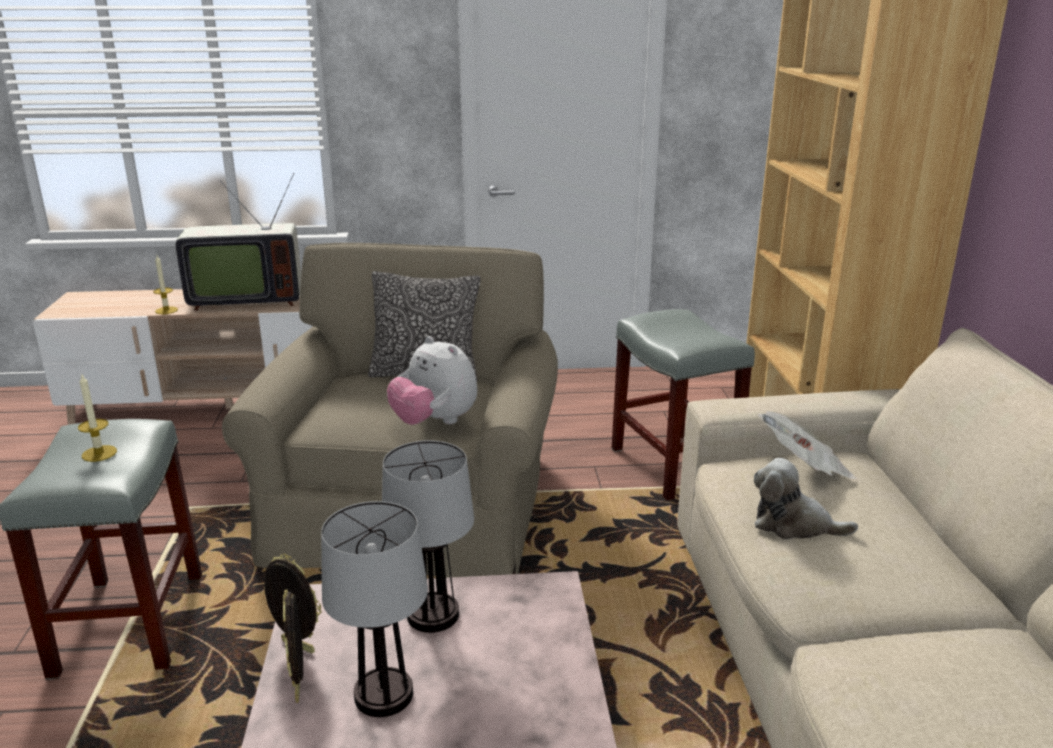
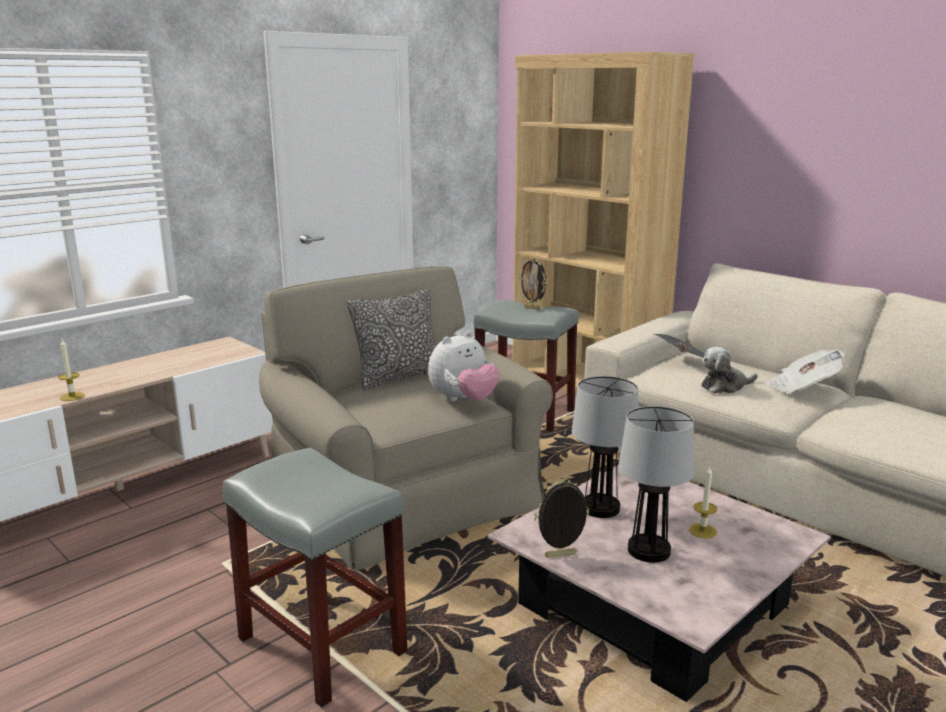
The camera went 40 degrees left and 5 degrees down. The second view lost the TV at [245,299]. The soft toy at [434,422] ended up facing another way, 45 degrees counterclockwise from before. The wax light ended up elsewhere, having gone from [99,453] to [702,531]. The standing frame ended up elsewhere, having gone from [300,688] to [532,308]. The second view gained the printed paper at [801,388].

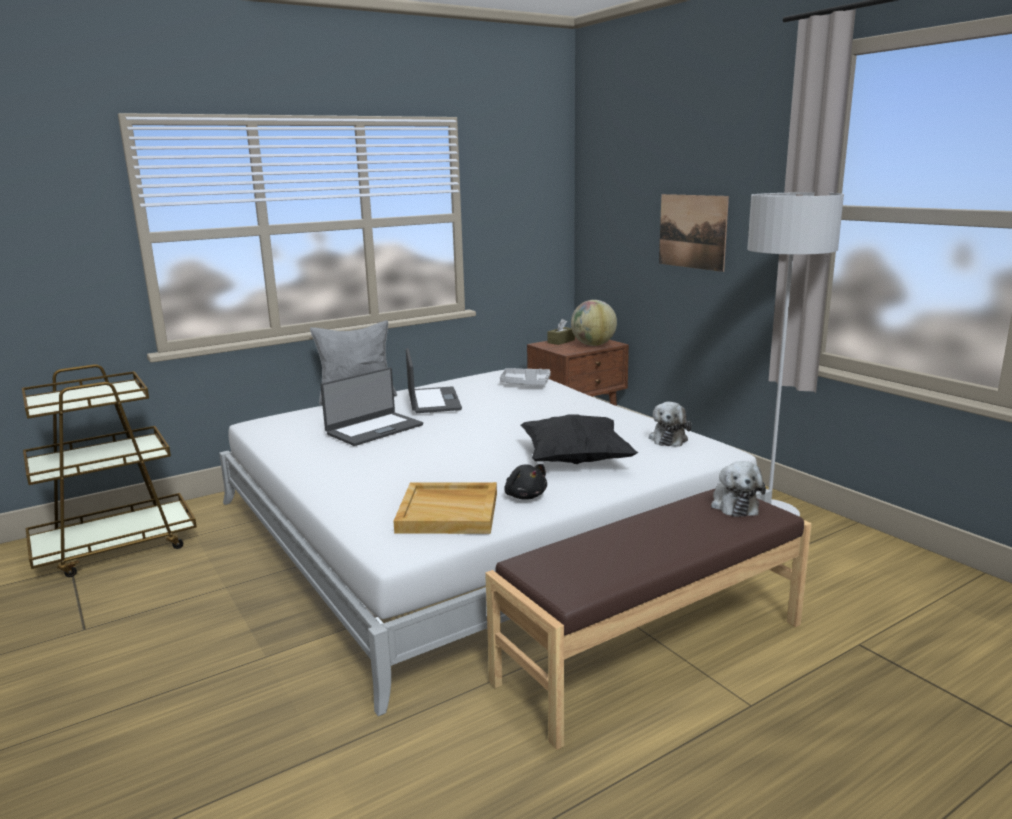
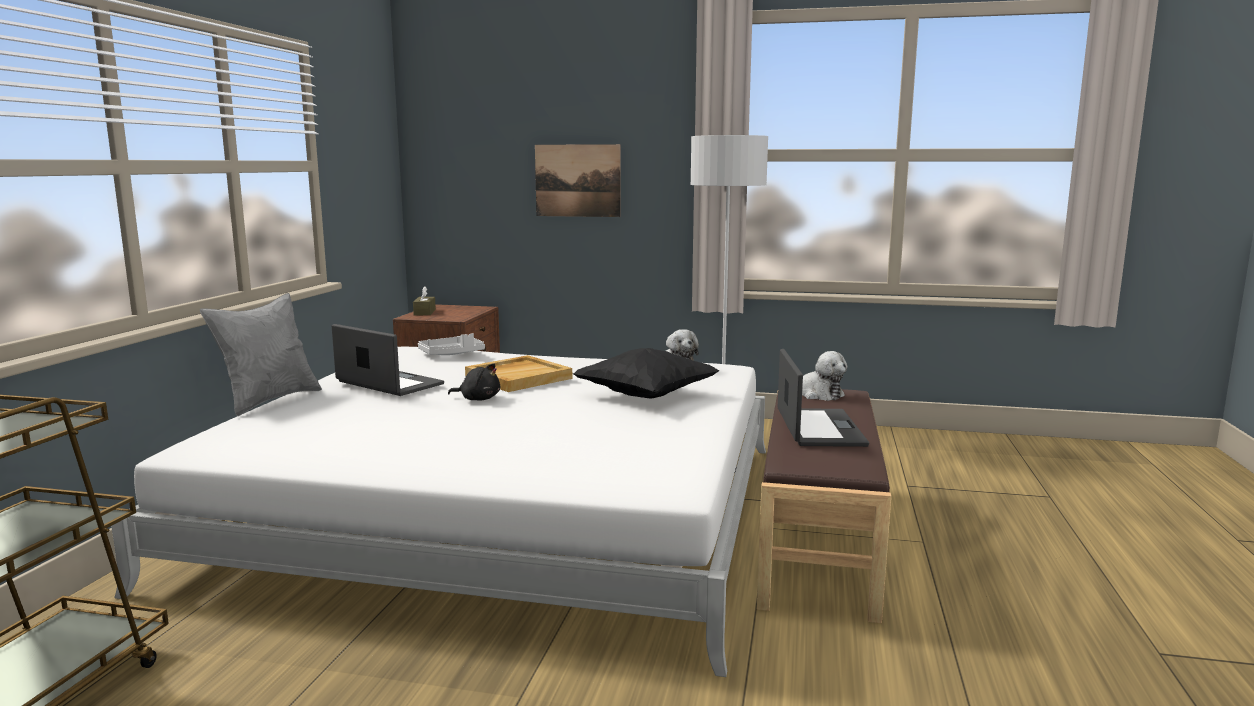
The camera went 45 degrees left and 5 degrees down. The second view lost the world globe at [593,345]. The portable computer ended up elsewhere, having gone from [374,429] to [818,428]. The black-coloured soft toy ended up elsewhere, having gone from [525,496] to [478,399]. The beige-coloured tray ended up elsewhere, having gone from [449,512] to [518,377].

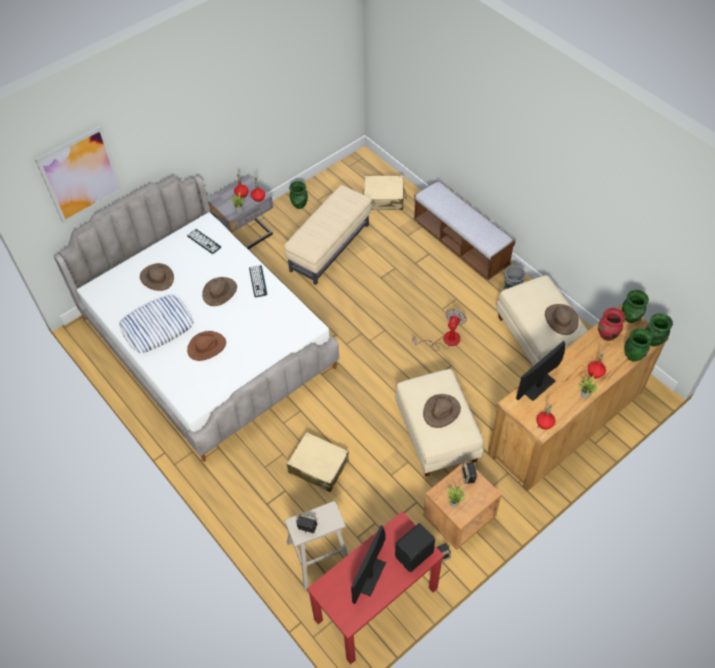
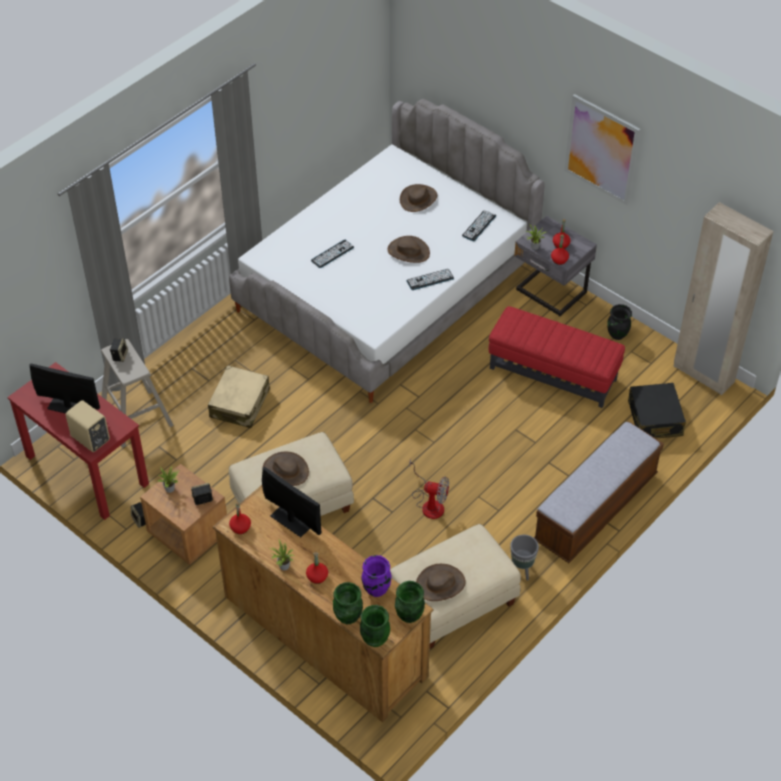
The camera went 80 degrees right and 5 degrees down. The wall picture ended up elsewhere, having gone from [80,175] to [602,149]. What was the beige-coloured suitcase at [384,198] turned into the black-coloured suitcase at [654,419]. What was the green-coloured flower vase at [299,205] turned into the black-coloured flower vase at [617,335]. What was the beige-coloured pouffe at [329,247] turned into the red pouffe at [553,373]. The second view lost the pillow at [157,327]. What was the red flower vase at [607,335] turned into the purple flower vase at [376,590]. Where the brown hat stood at [206,347], the PC keyboard came to stand at [332,254]. What was the black-coloured loudspeaker at [415,555] turned into the beige-coloured loudspeaker at [90,439]. The second view gained the beige-coloured wardrobe at [703,374].

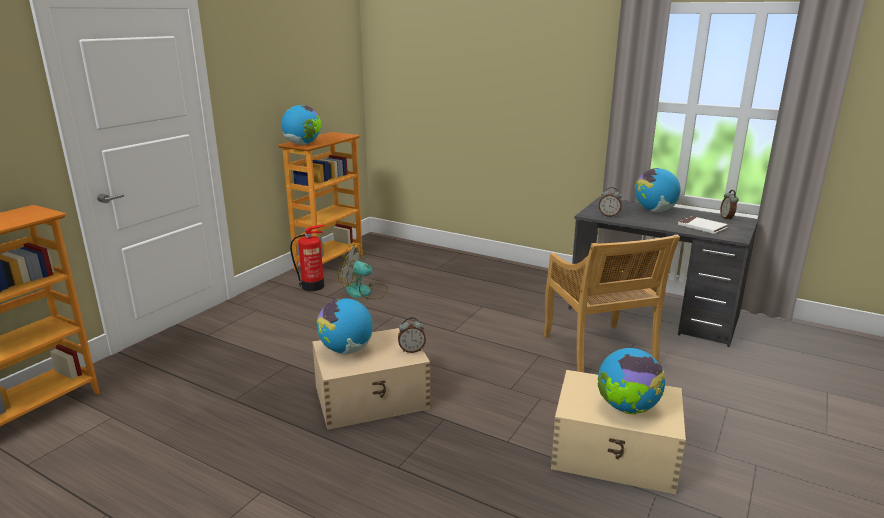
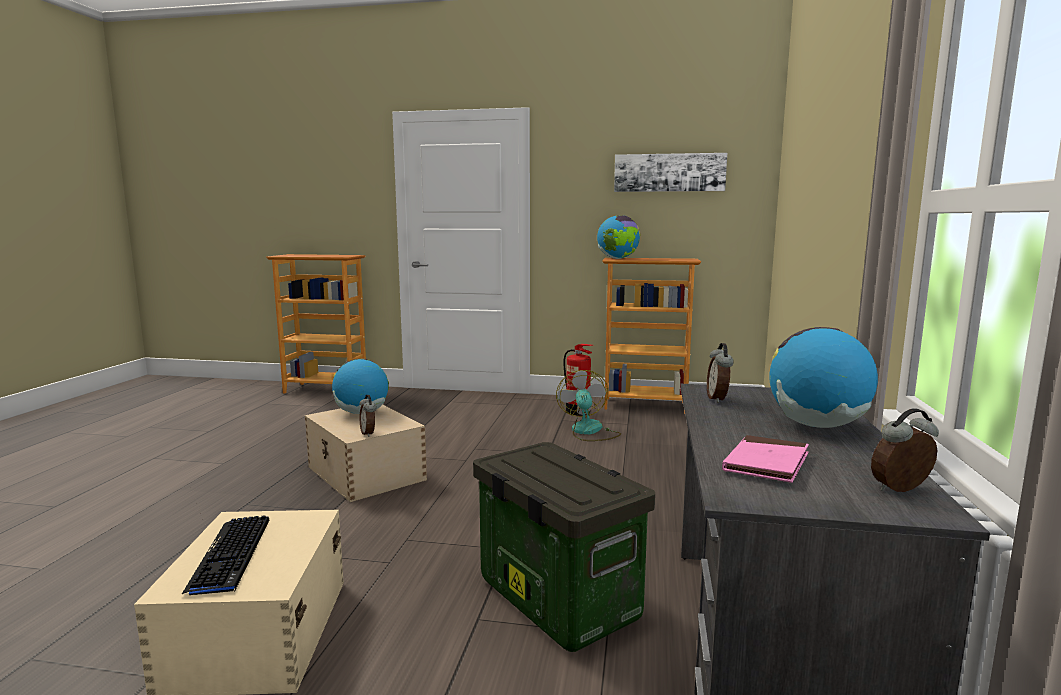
The camera went 70 degrees right and 10 degrees down. What was the white-coloured bound book at [702,227] turned into the pink-coloured bound book at [766,463]. Where the beige-coloured chair stood at [599,350], the storage box came to stand at [554,599]. Where the world globe stood at [627,408], the PC keyboard came to stand at [230,555]. The second view gained the wall picture at [669,172].

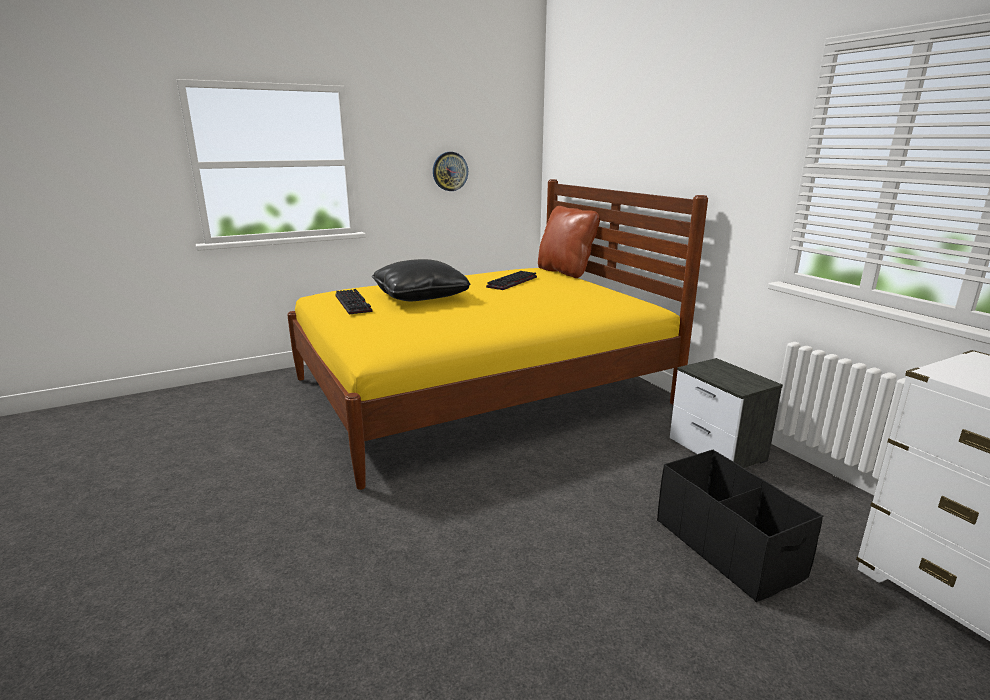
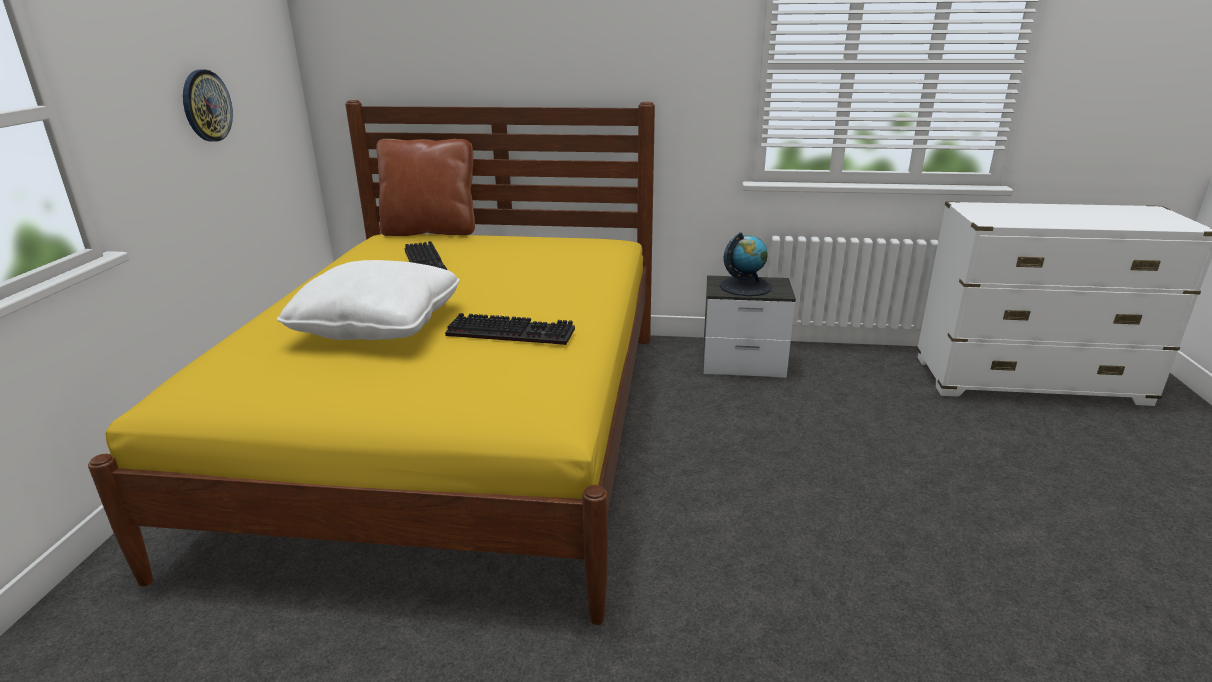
The camera went 55 degrees left and 5 degrees up. What was the black-coloured pillow at [420,297] turned into the white-coloured pillow at [378,325]. The PC keyboard ended up elsewhere, having gone from [354,304] to [513,332]. The second view lost the black-coloured storage box at [728,547]. The second view gained the world globe at [745,286].

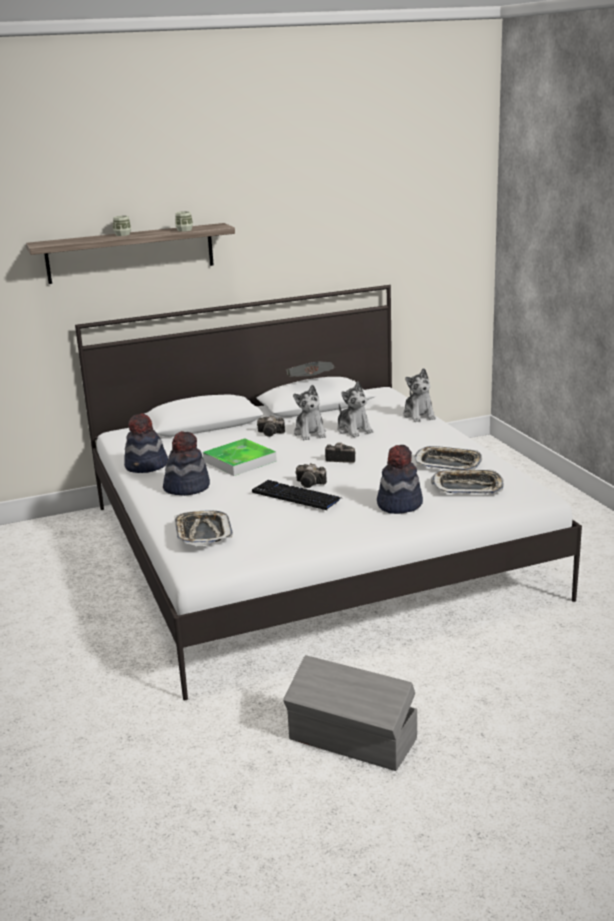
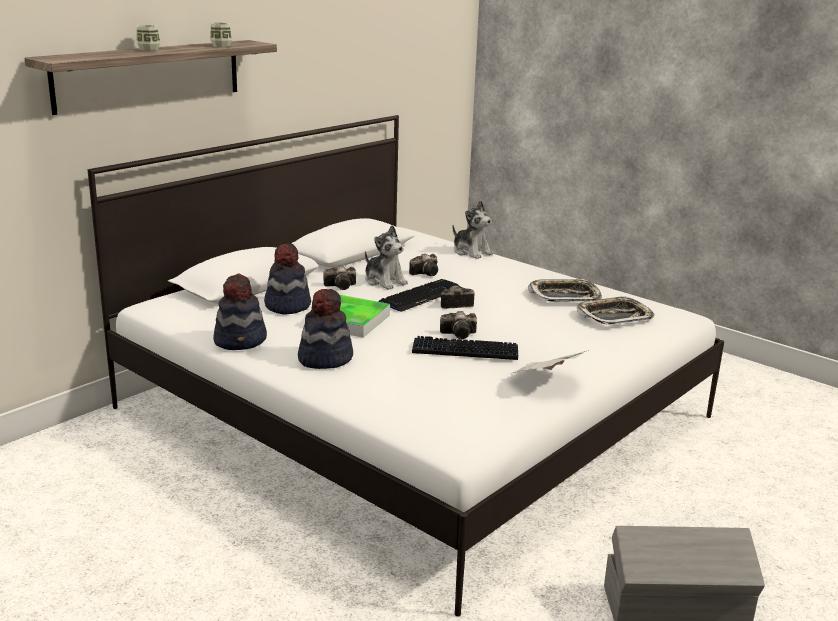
The camera went 30 degrees left and 0 degrees up. The printed paper ended up elsewhere, having gone from [310,383] to [545,382]. Where the soft toy stood at [354,430], the photo camera came to stand at [426,273]. The hat ended up elsewhere, having gone from [399,504] to [287,305]. The second view lost the tray at [202,533]. The second view gained the PC keyboard at [421,296].

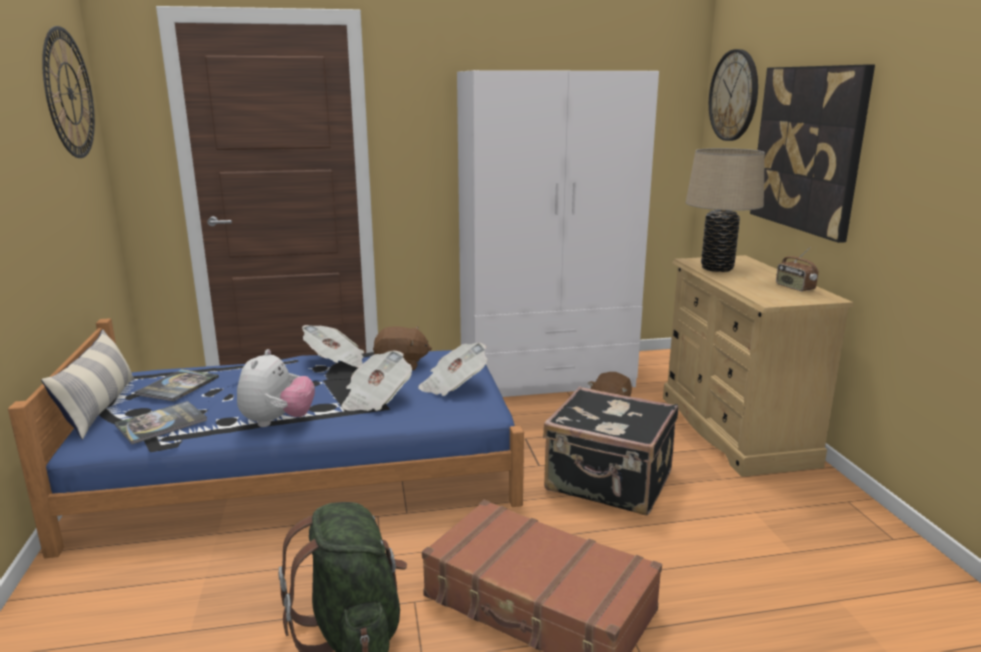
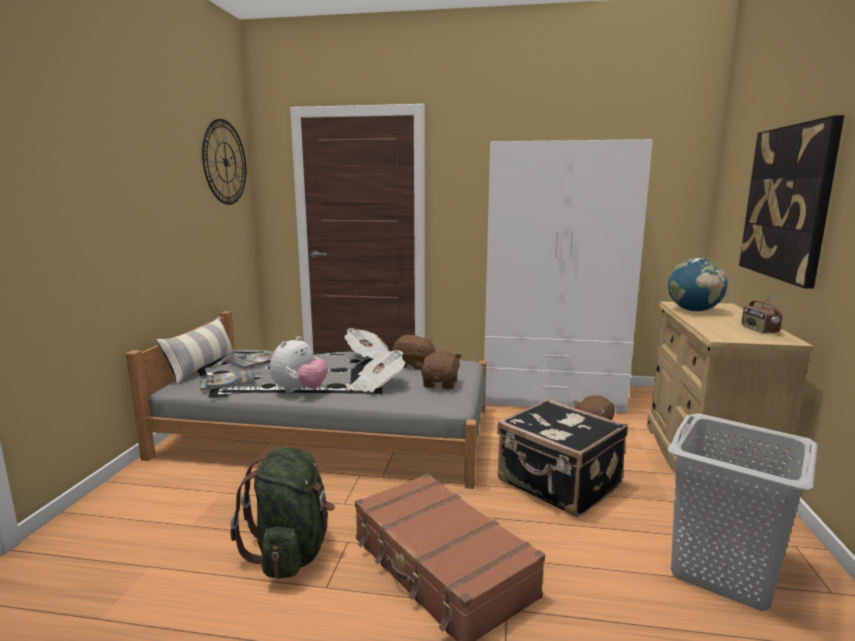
The camera went 20 degrees right and 5 degrees down. The second view lost the hanging clock at [734,95]. Where the beige-coloured table lamp stood at [717,268], the world globe came to stand at [693,310]. What was the blue bed at [303,467] turned into the greyish bed at [330,432]. Where the printed paper stood at [453,386], the brown soft toy came to stand at [441,384]. The second view gained the greyish laundry basket at [724,572].

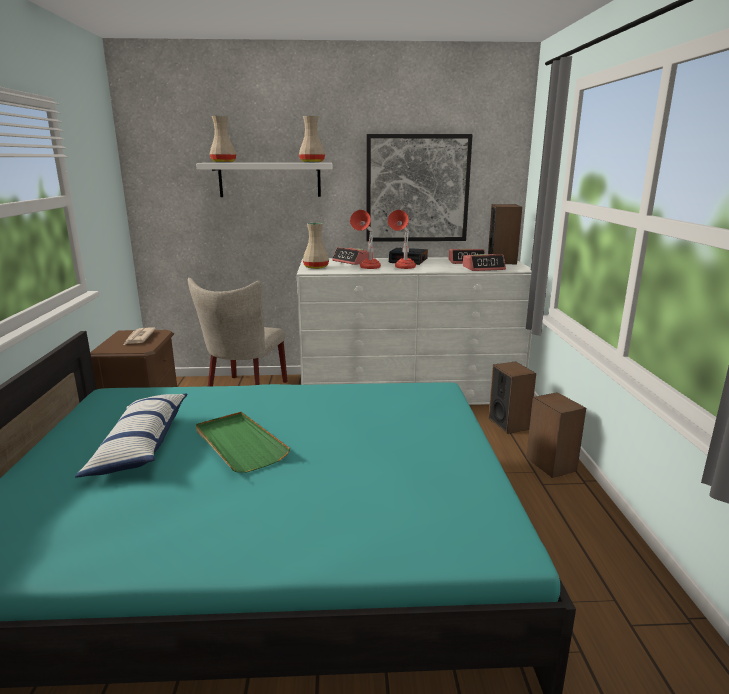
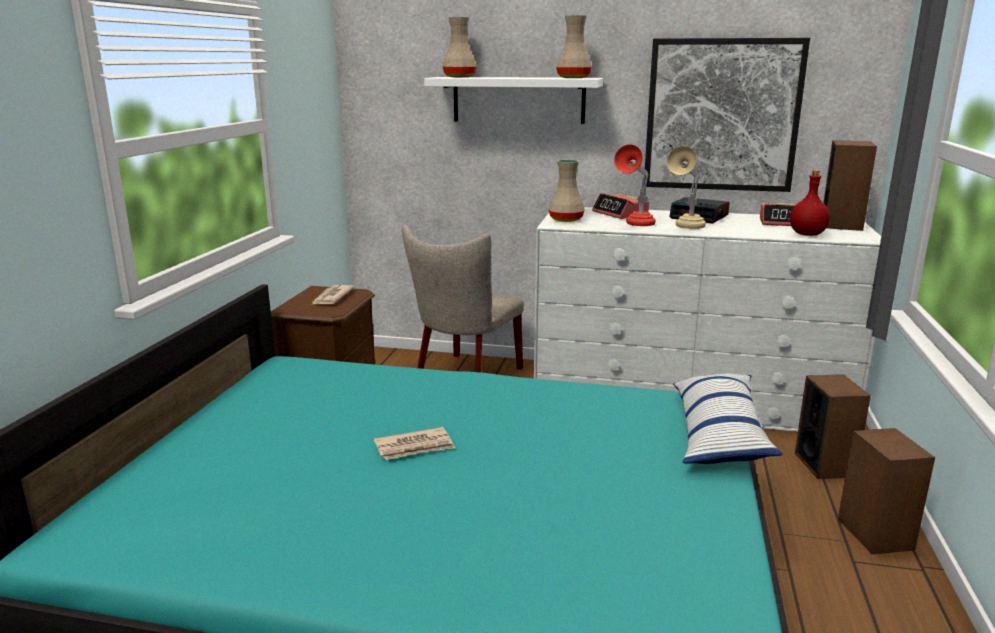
The camera went 15 degrees right and 0 degrees up. What was the red table lamp at [402,268] turned into the beige-coloured table lamp at [685,227]. Where the bedside clock stood at [483,268], the red beverage bottle came to stand at [807,234]. The pillow ended up elsewhere, having gone from [141,445] to [718,434]. Where the green-coloured tray stood at [239,444], the printed paper came to stand at [415,447].

